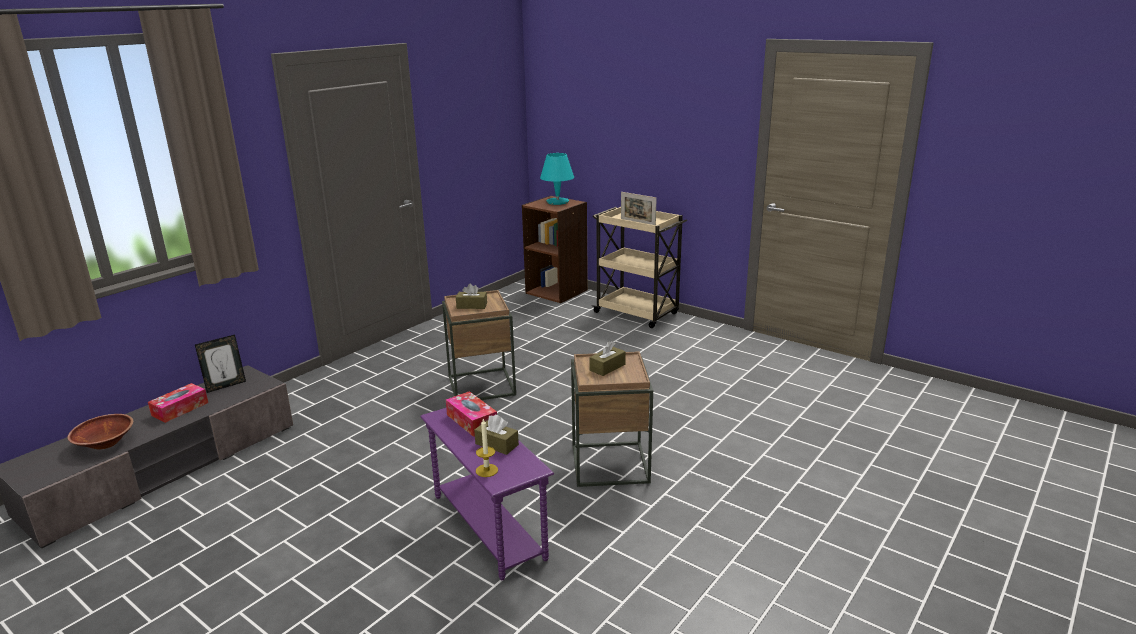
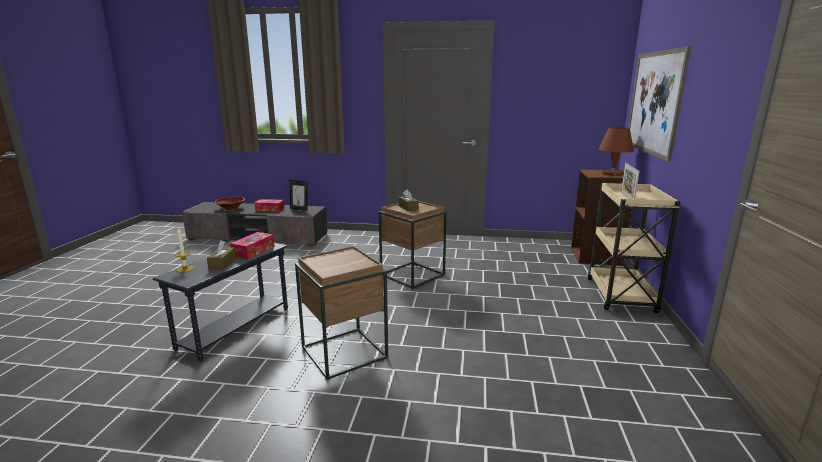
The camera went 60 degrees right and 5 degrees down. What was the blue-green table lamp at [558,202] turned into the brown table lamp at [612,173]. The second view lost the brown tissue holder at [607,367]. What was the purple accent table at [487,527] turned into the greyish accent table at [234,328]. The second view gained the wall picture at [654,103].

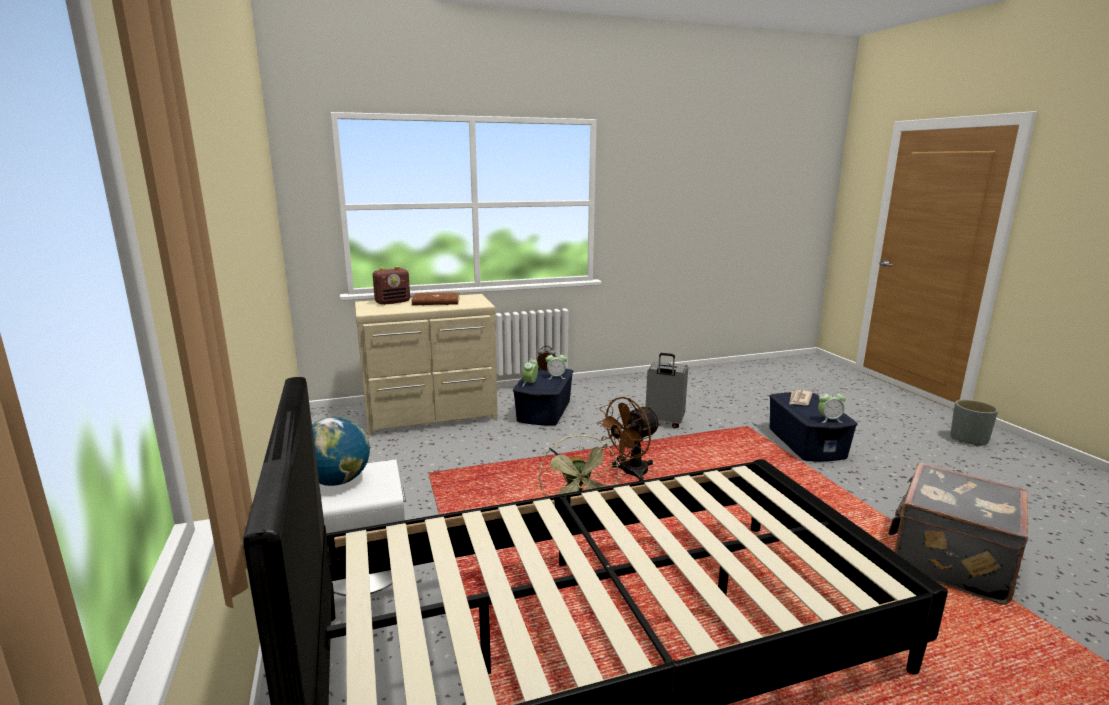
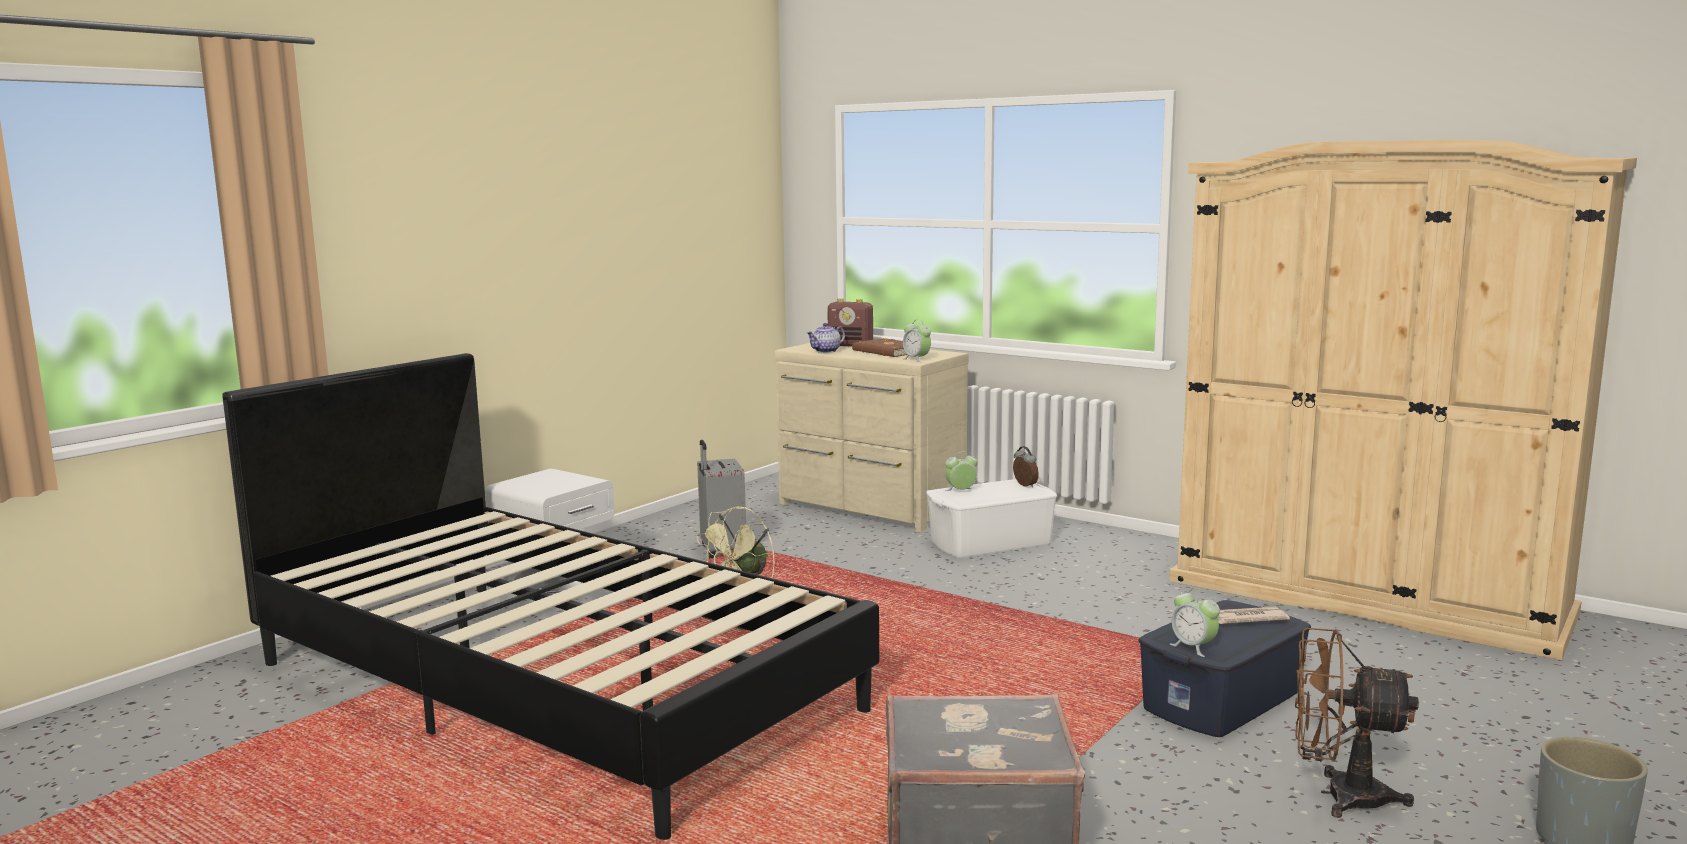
The camera went 55 degrees right and 5 degrees down. The bedside clock ended up elsewhere, having gone from [556,377] to [916,359]. The greyish suitcase ended up elsewhere, having gone from [663,423] to [721,551]. What was the blue storage box at [543,410] turned into the white-coloured storage box at [989,542]. The brown fan ended up elsewhere, having gone from [629,473] to [1339,795]. The second view lost the world globe at [337,481]. The second view gained the beige-coloured wardrobe at [1366,596]. The second view gained the tea pot at [826,351].

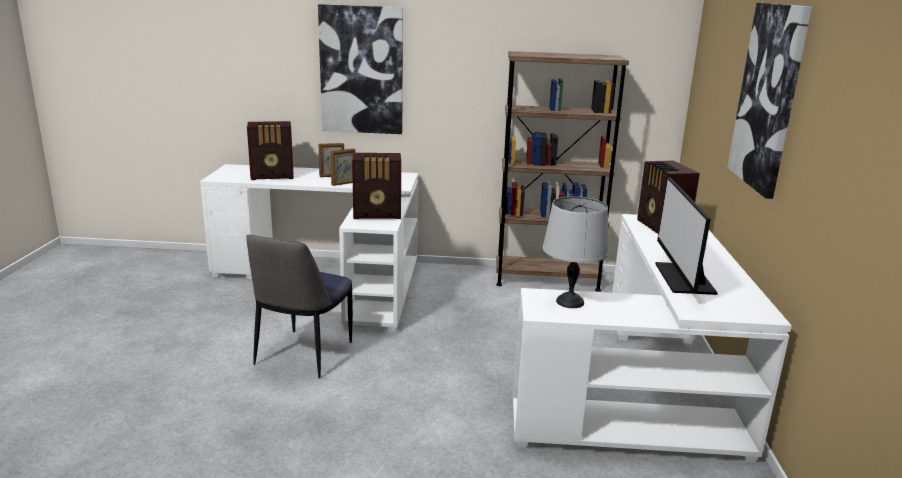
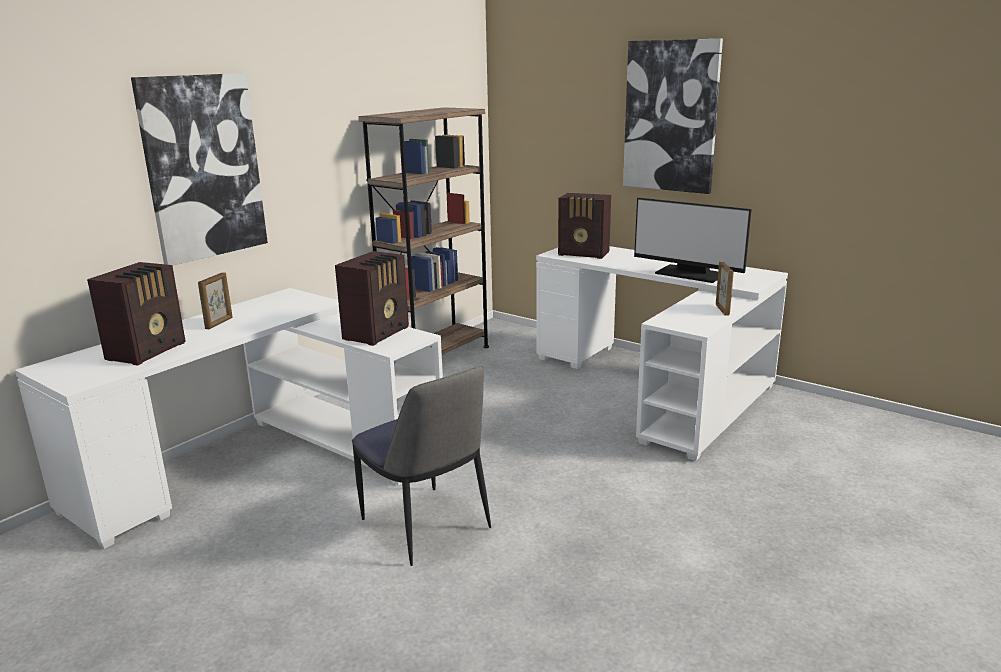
The camera went 55 degrees left and 0 degrees up. The standing frame ended up elsewhere, having gone from [344,183] to [722,310]. The second view lost the greyish table lamp at [569,302].

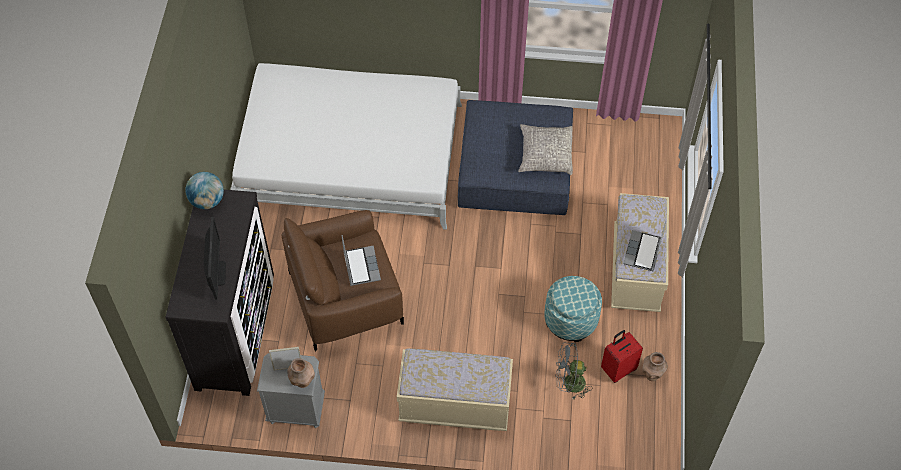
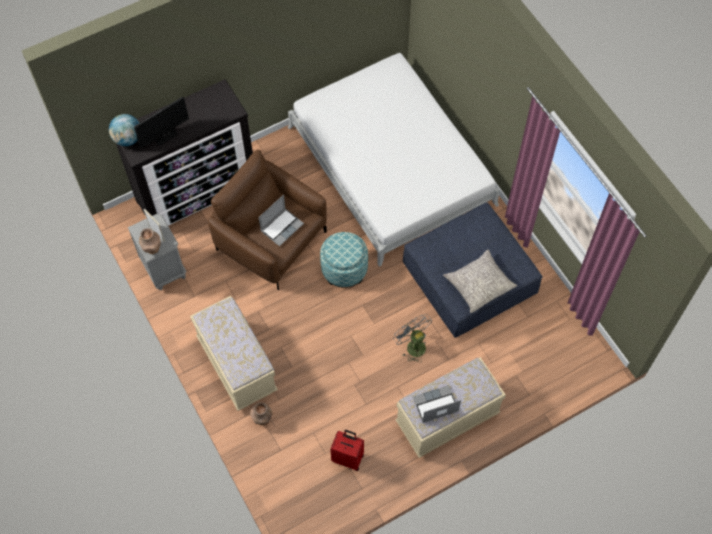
The camera went 55 degrees right and 5 degrees up. The world globe ended up elsewhere, having gone from [207,201] to [127,139]. The pouffe ended up elsewhere, having gone from [570,319] to [344,269]. The greyish fan ended up elsewhere, having gone from [569,383] to [412,345]. The brown flower vase ended up elsewhere, having gone from [652,374] to [262,419].

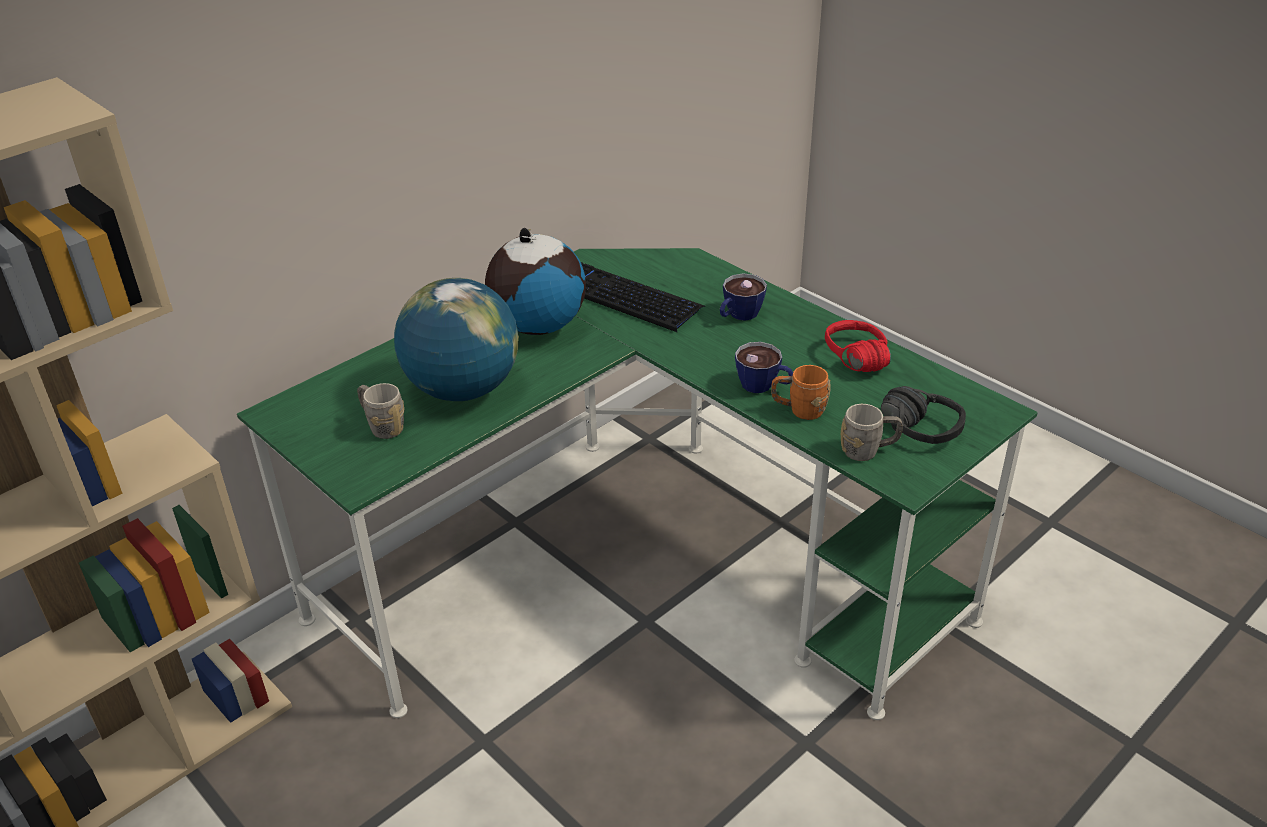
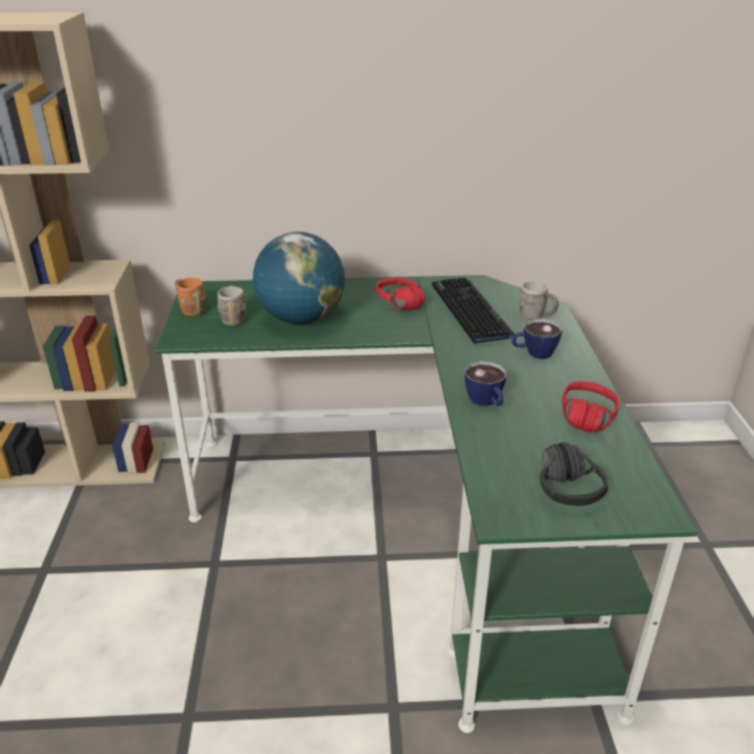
The camera went 40 degrees right and 5 degrees down. Where the world globe stood at [538,326], the red headset came to stand at [393,305]. The orange-coloured coffee mug ended up elsewhere, having gone from [799,410] to [190,309]. The greyish coffee mug ended up elsewhere, having gone from [868,451] to [536,317].

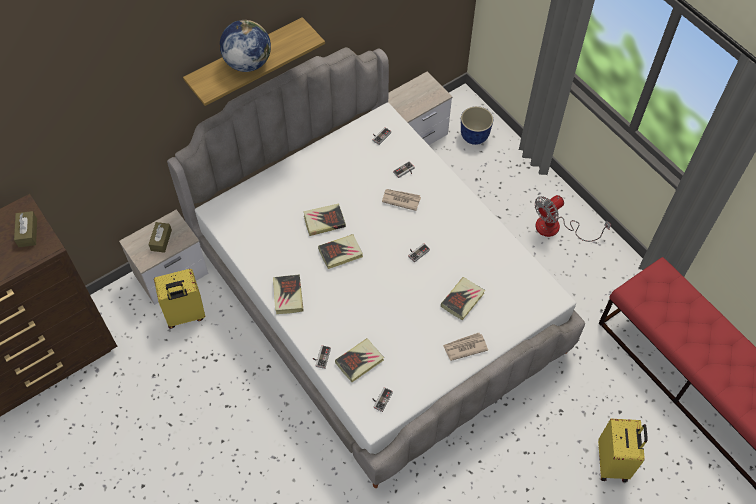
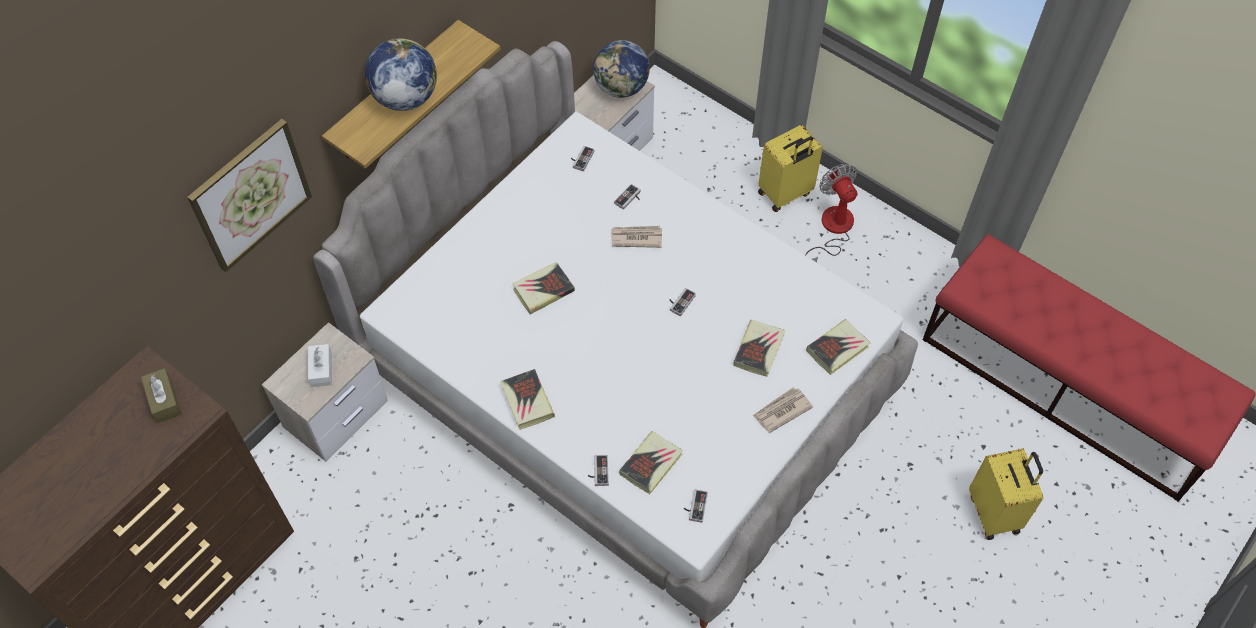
The camera went 15 degrees left and 0 degrees up. The second view lost the flower pot at [473,136]. The fan at [556,228] ended up facing another way, 120 degrees clockwise from before. What was the brown tissue holder at [161,240] turned into the white-coloured tissue holder at [321,369]. The bound book ended up elsewhere, having gone from [340,253] to [837,349]. The yellow-coloured suitcase ended up elsewhere, having gone from [185,315] to [785,194]. The second view gained the world globe at [621,88]. The second view gained the wall picture at [250,195].

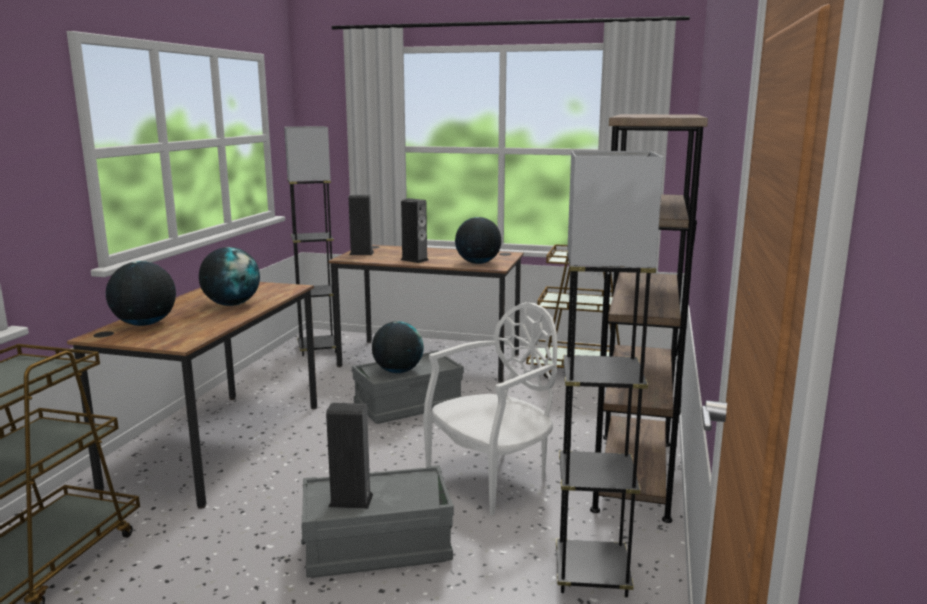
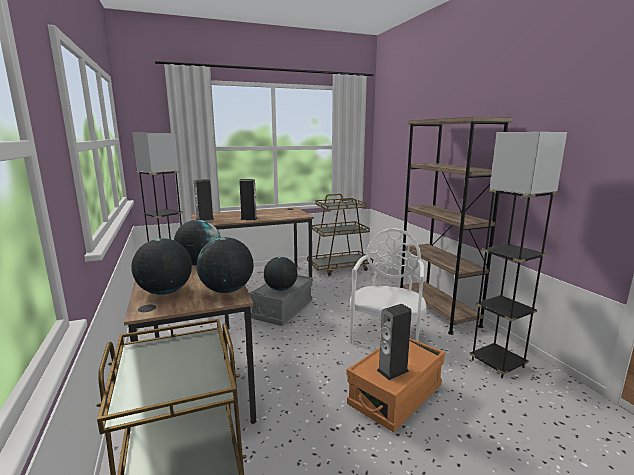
The camera went 35 degrees left and 0 degrees up. The world globe ended up elsewhere, having gone from [478,263] to [227,290]. What was the greyish storage box at [377,547] turned into the orange-coloured storage box at [395,395].

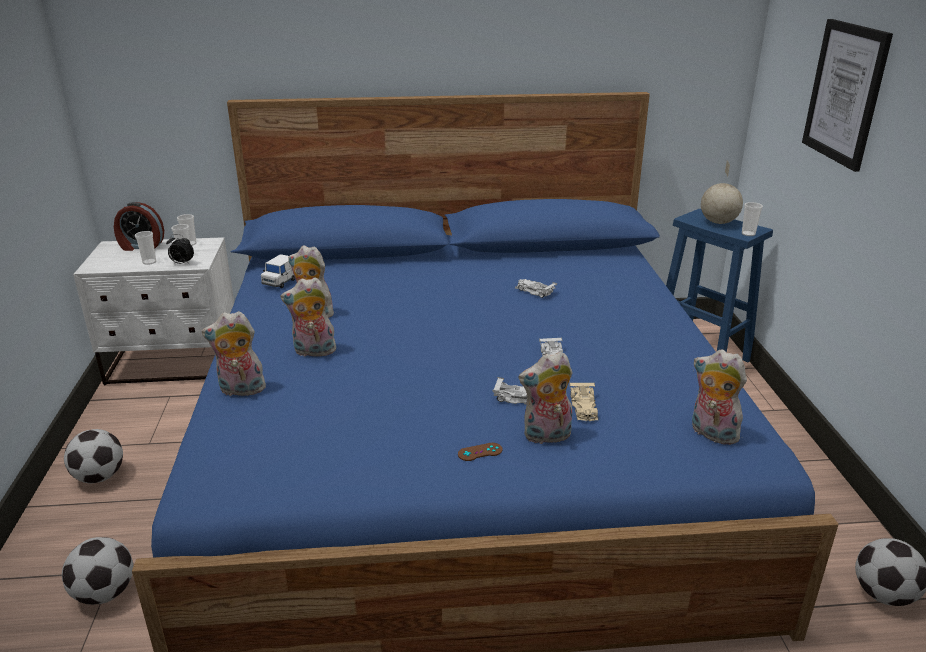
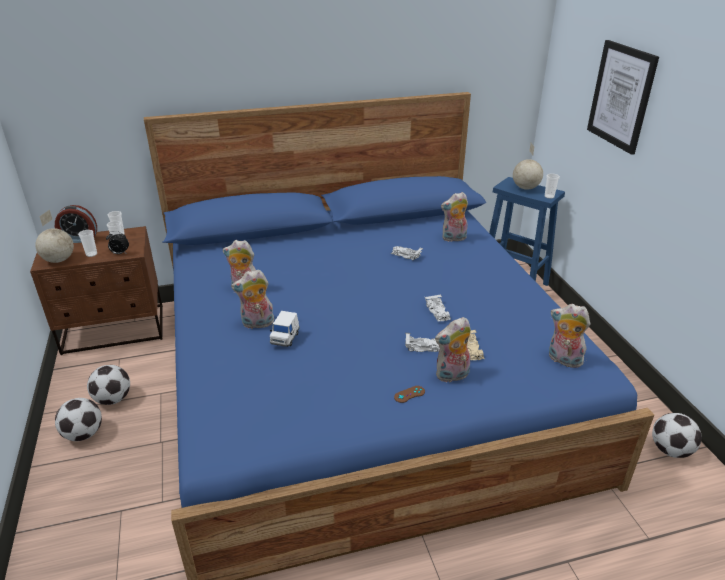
The camera went 10 degrees left and 5 degrees up. What was the white-coloured nightstand at [175,363] turned into the brown nightstand at [115,330]. The white-coloured model car ended up elsewhere, having gone from [280,282] to [285,338]. The soft toy ended up elsewhere, having gone from [240,390] to [453,239]. The football ball ended up elsewhere, having gone from [104,593] to [113,399]. The second view gained the world globe at [58,260].

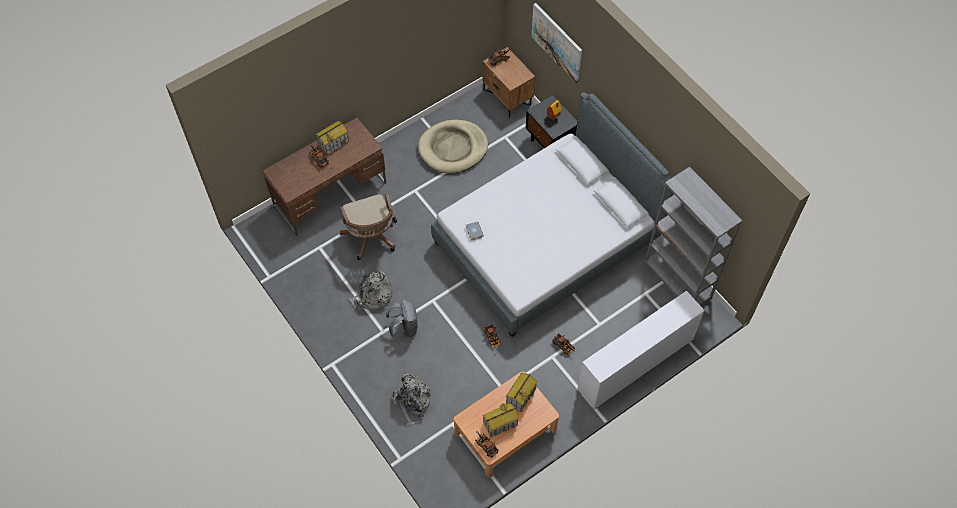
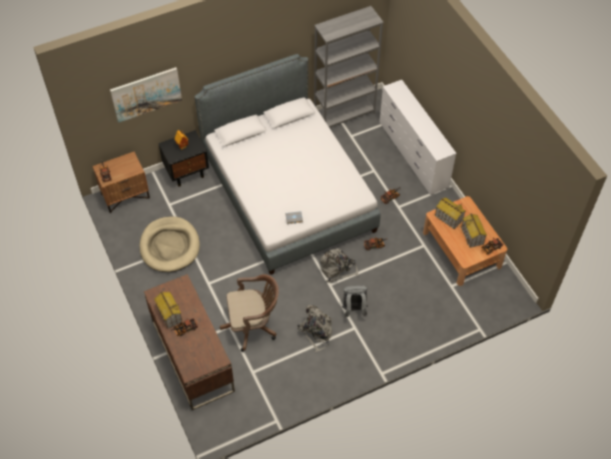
The camera went 80 degrees left and 5 degrees down. The greyish knapsack ended up elsewhere, having gone from [413,402] to [337,269].

